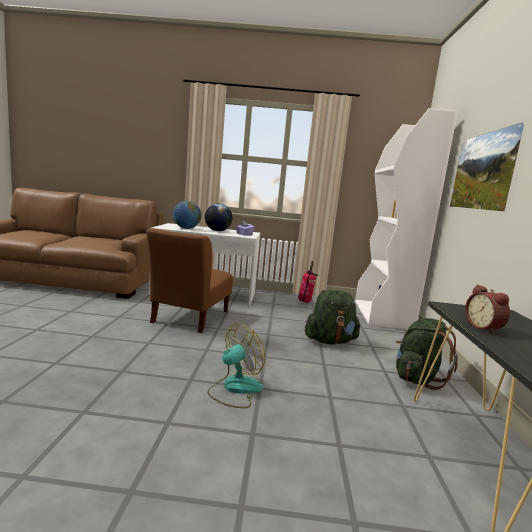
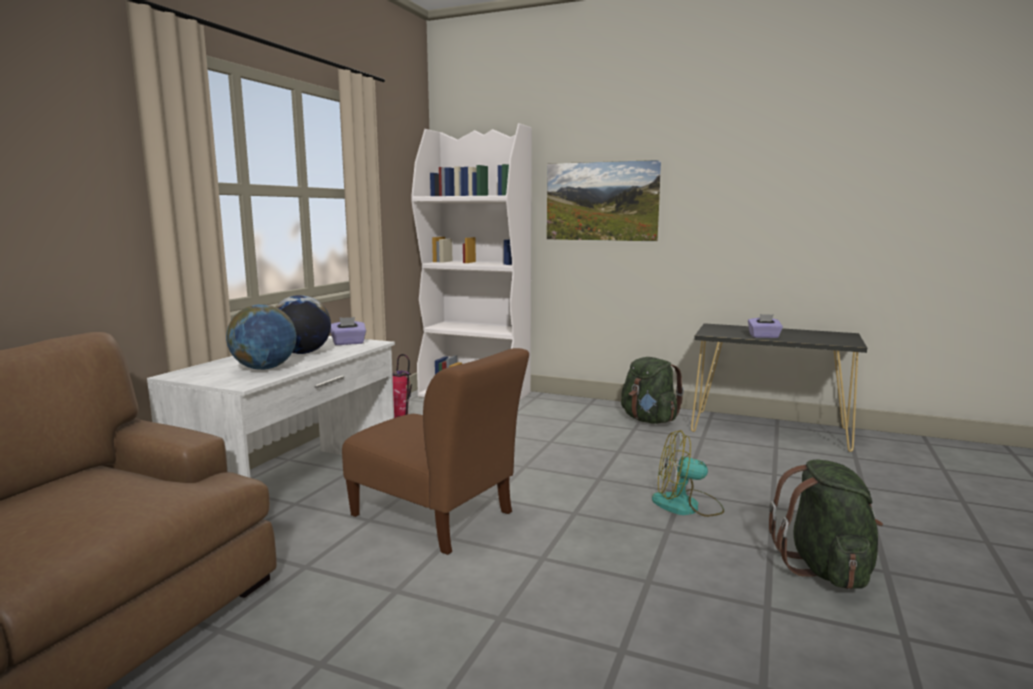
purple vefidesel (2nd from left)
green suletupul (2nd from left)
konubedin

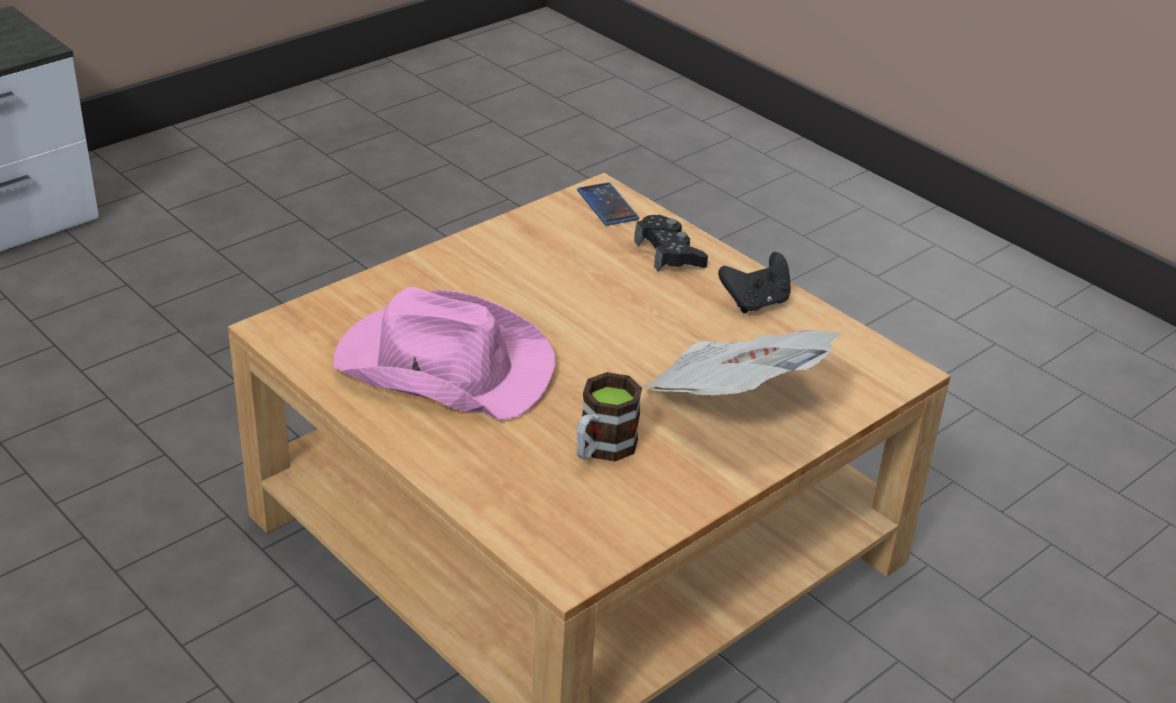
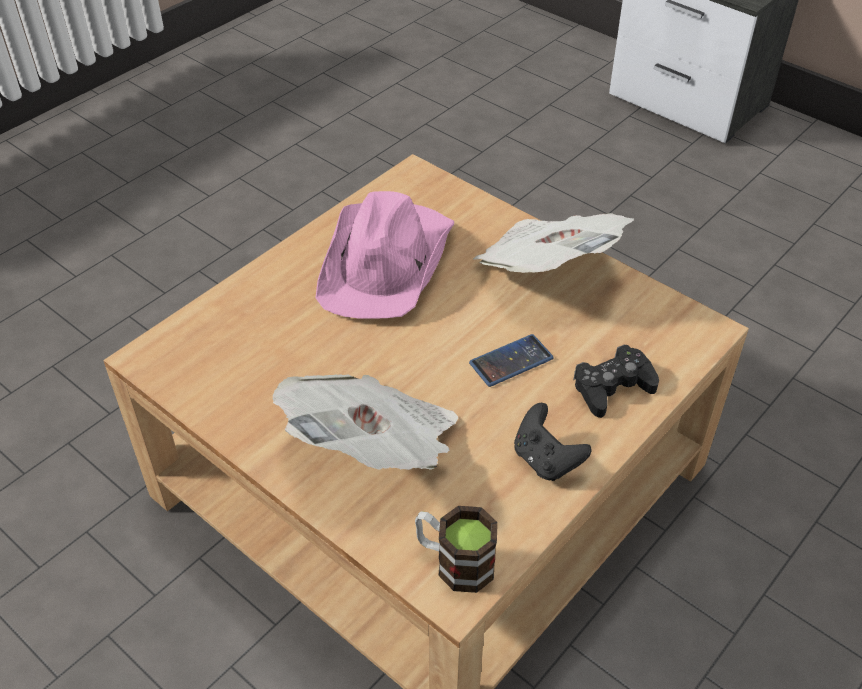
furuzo
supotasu
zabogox (2nd from left)

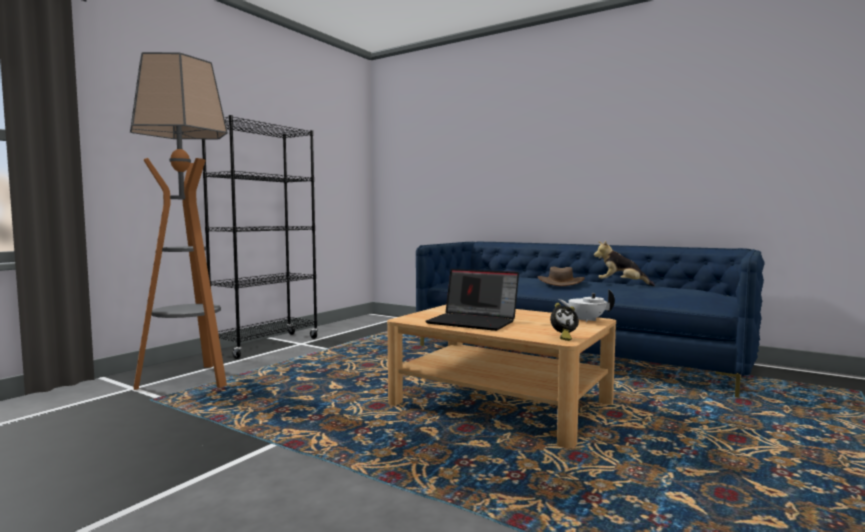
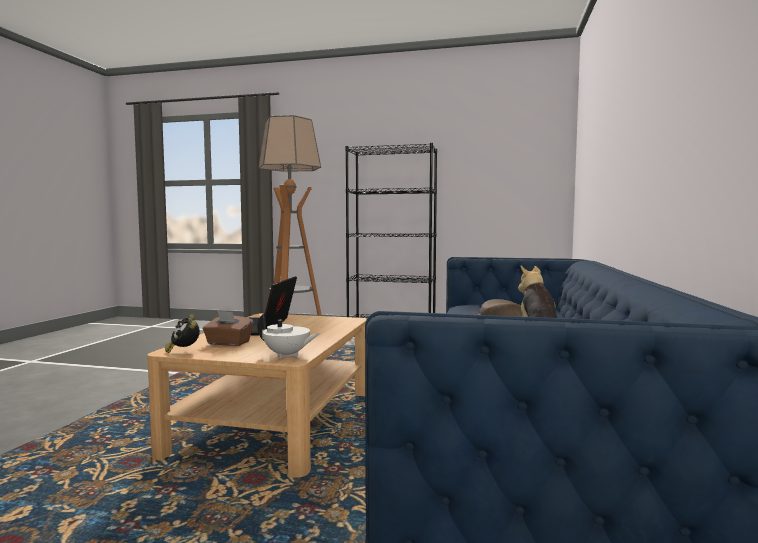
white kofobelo
brown vefidesel

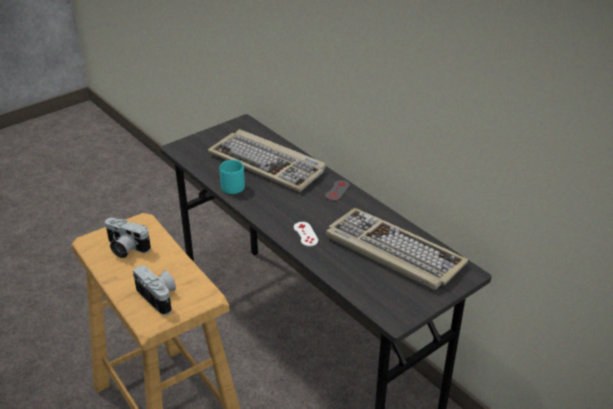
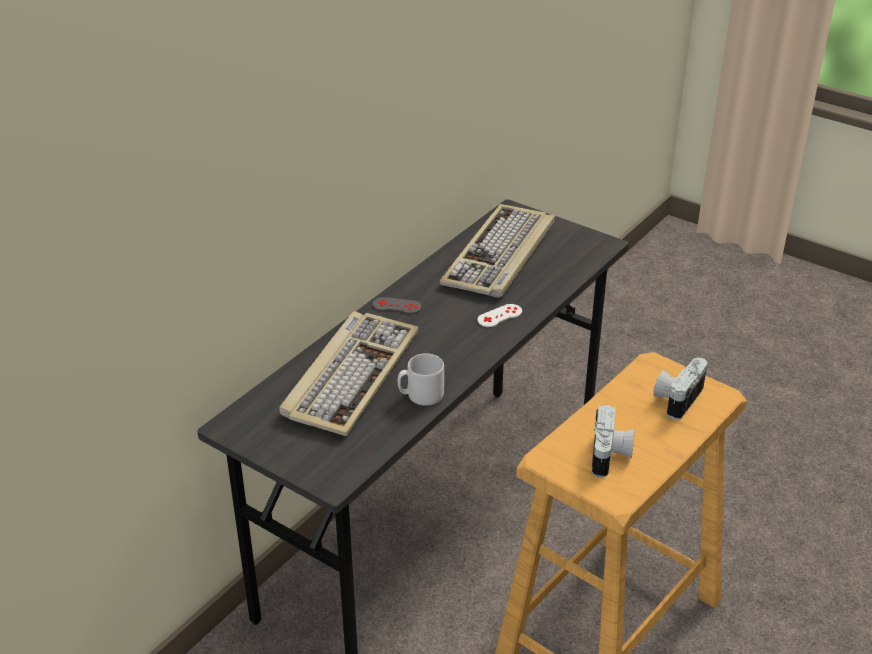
grey supotasu

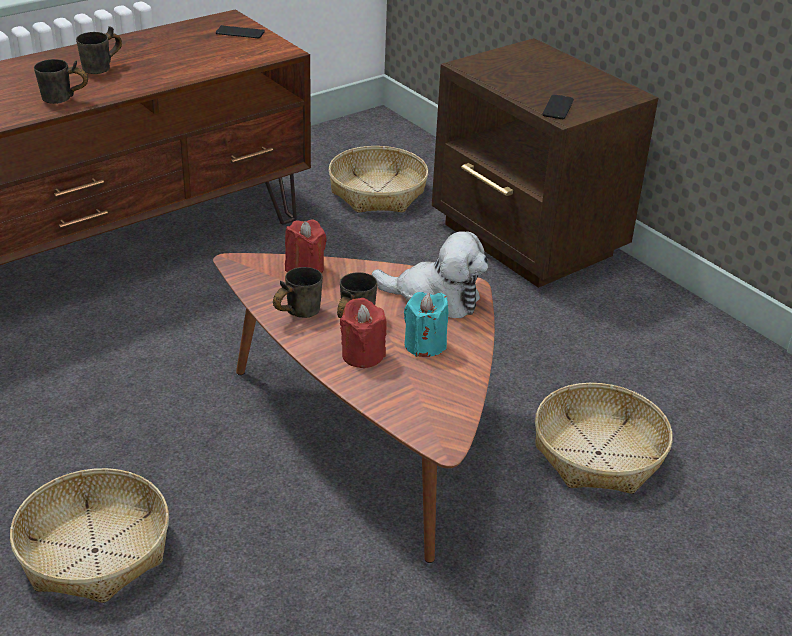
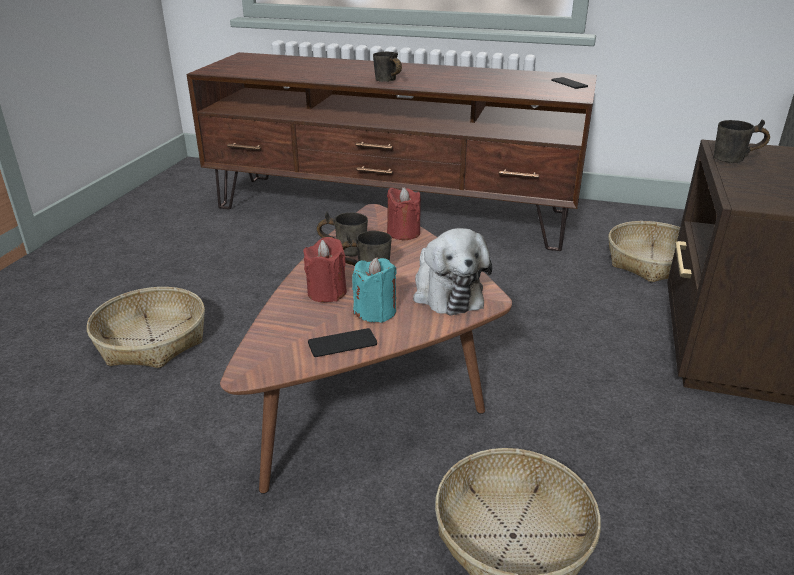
grey supotasu (4th from left)
furuzo (1st from left)

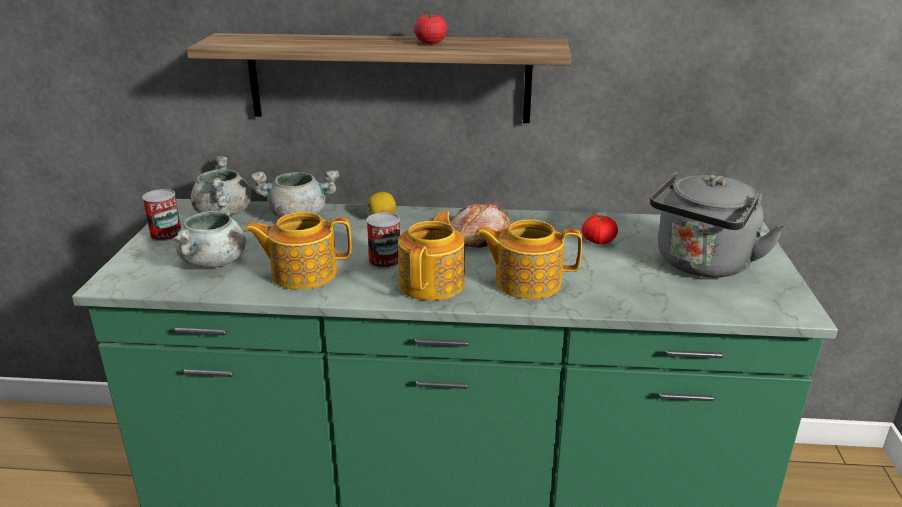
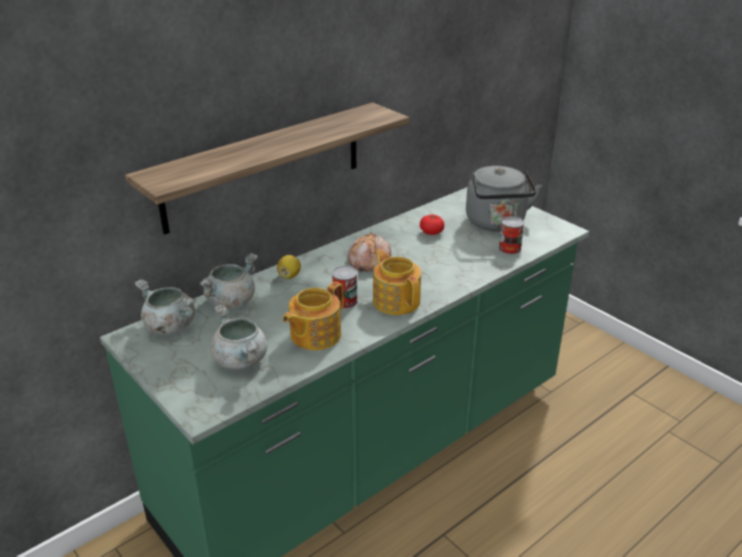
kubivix (1st from left in the first image)
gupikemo (2nd from left)
kofobelo (3rd from left in the first image)

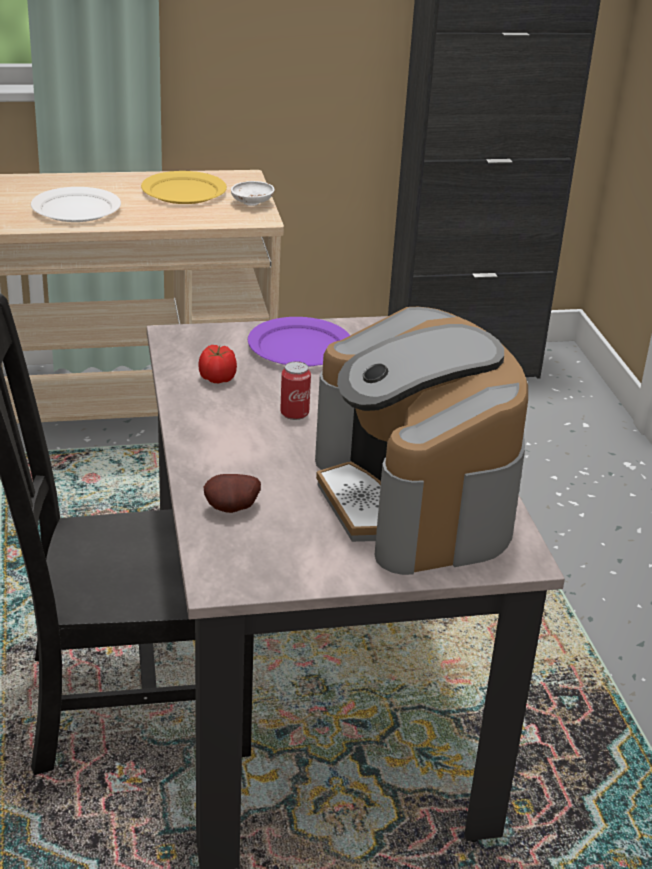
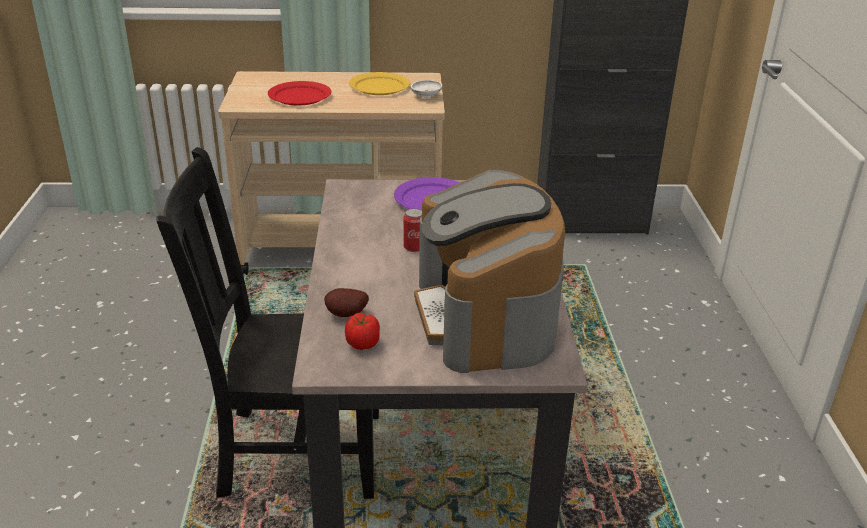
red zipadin
kubivix

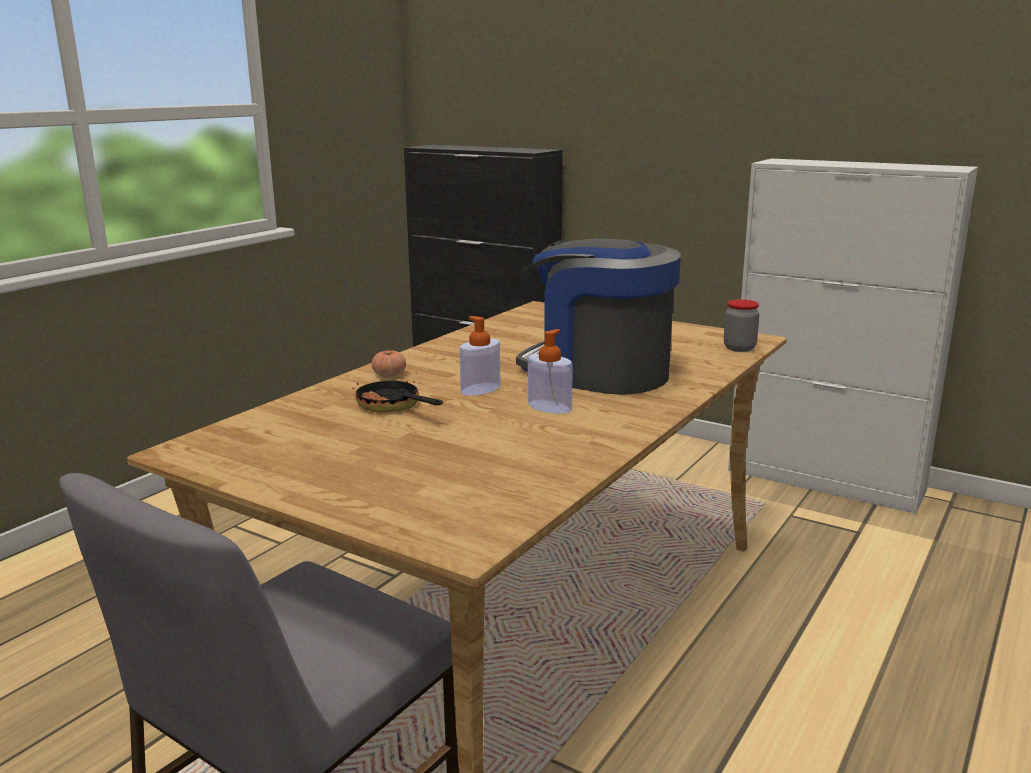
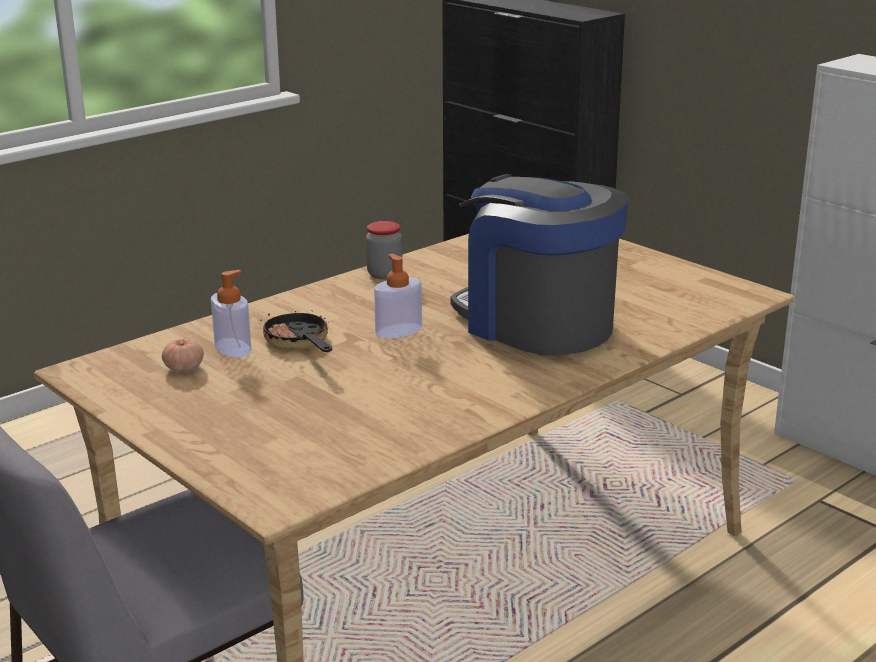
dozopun
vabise (1st from left)
kubivix

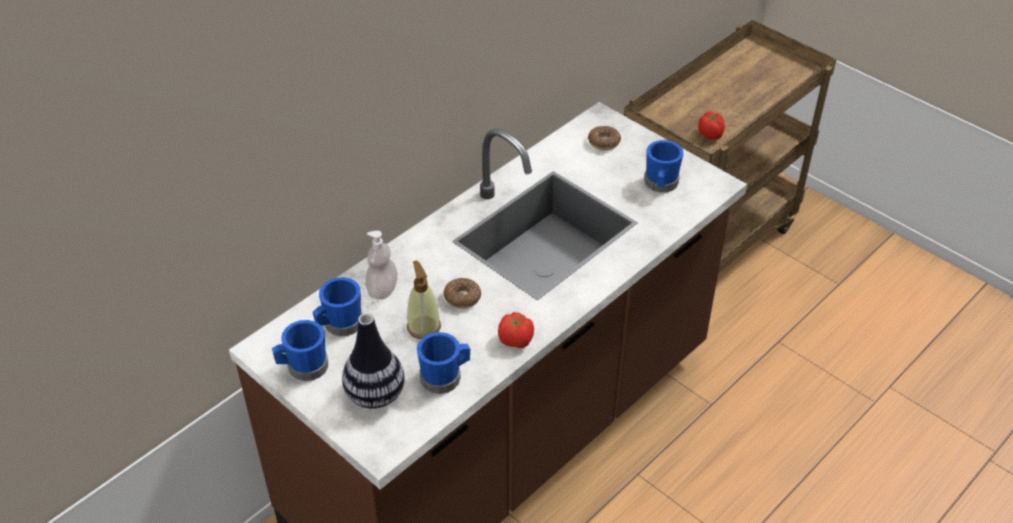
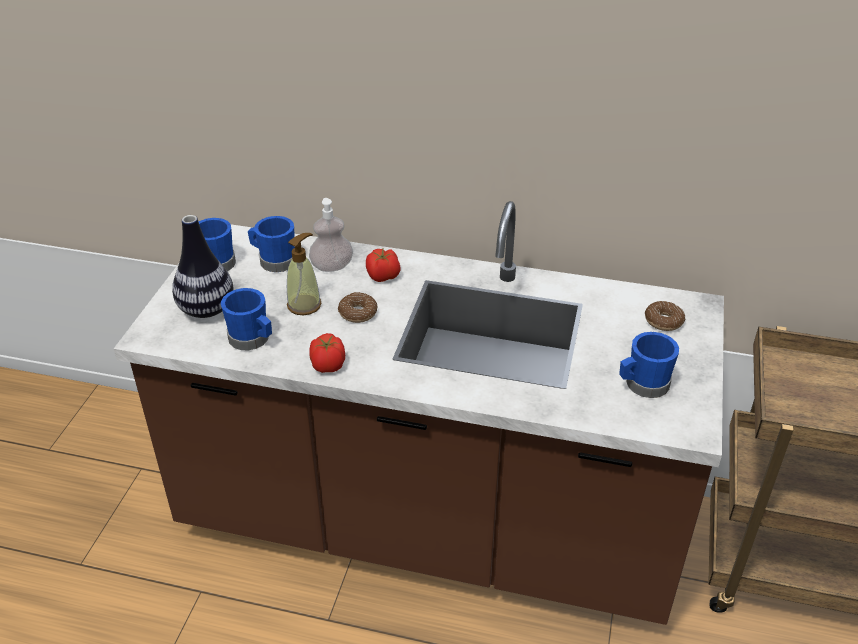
kubivix (2nd from left)

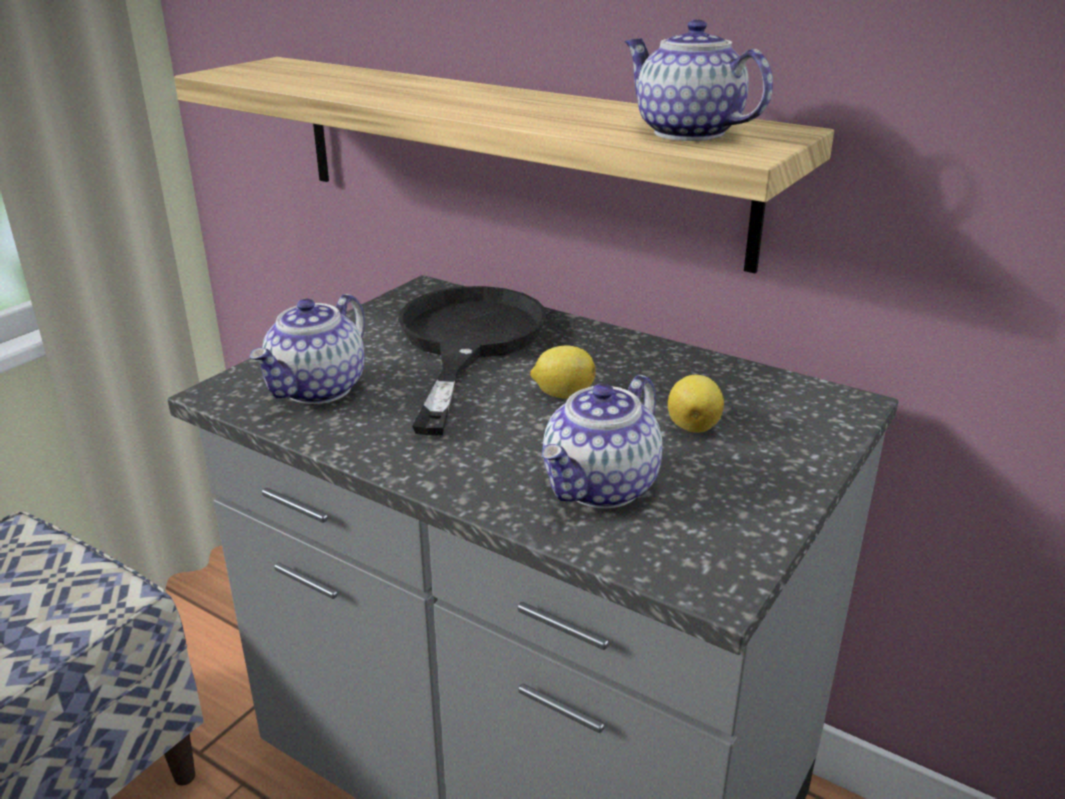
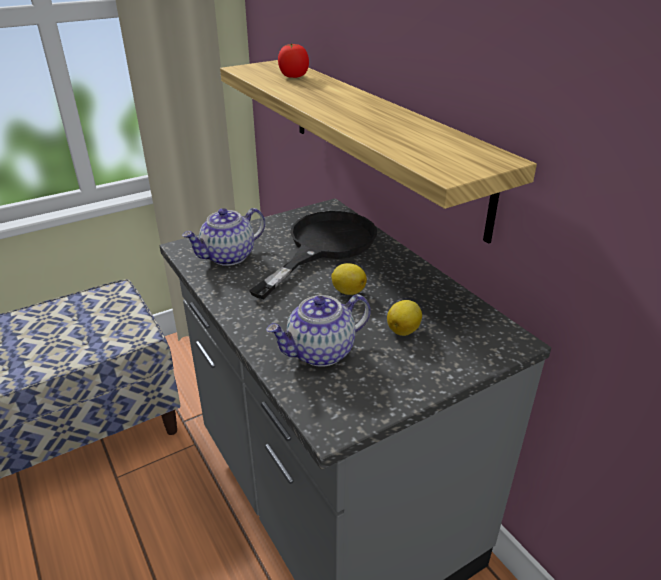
kofobelo (3rd from left in the first image)
kubivix

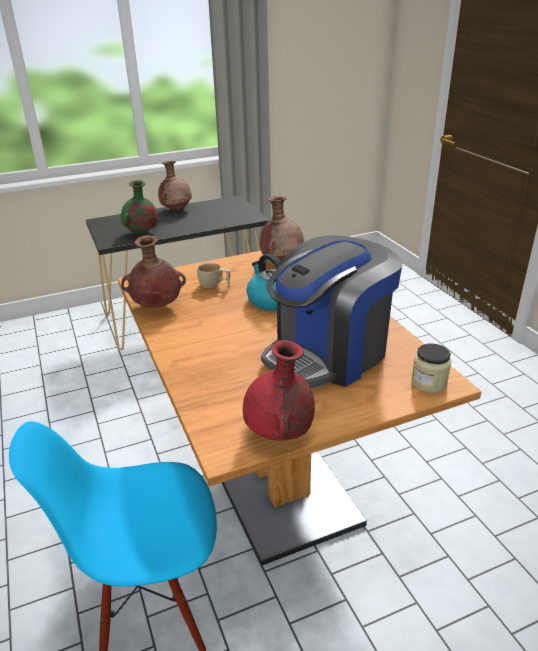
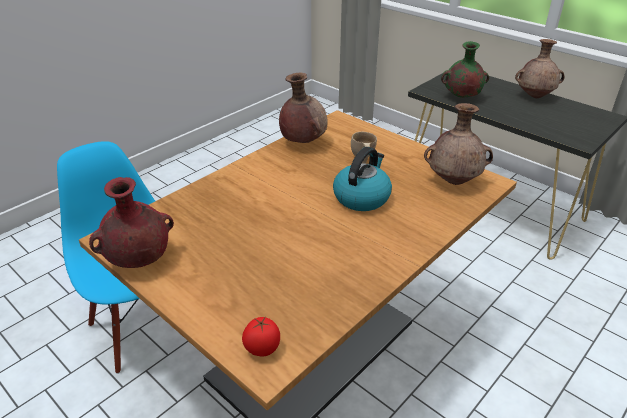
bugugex
kubivix

